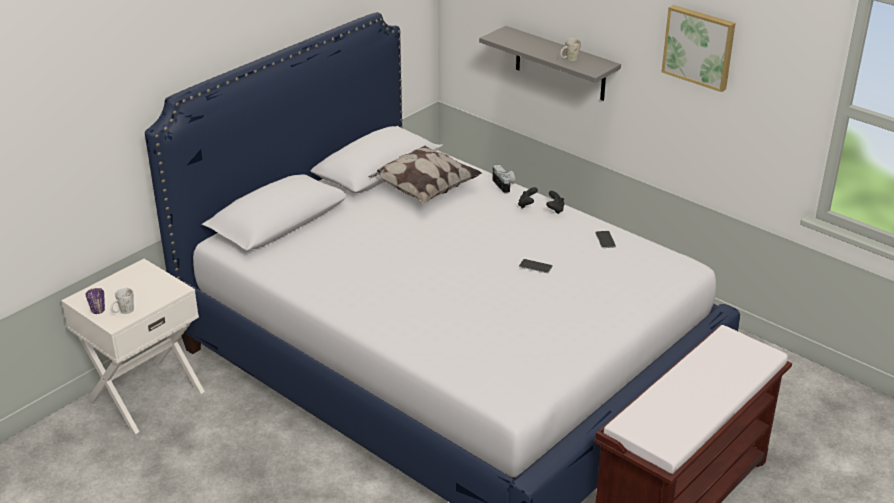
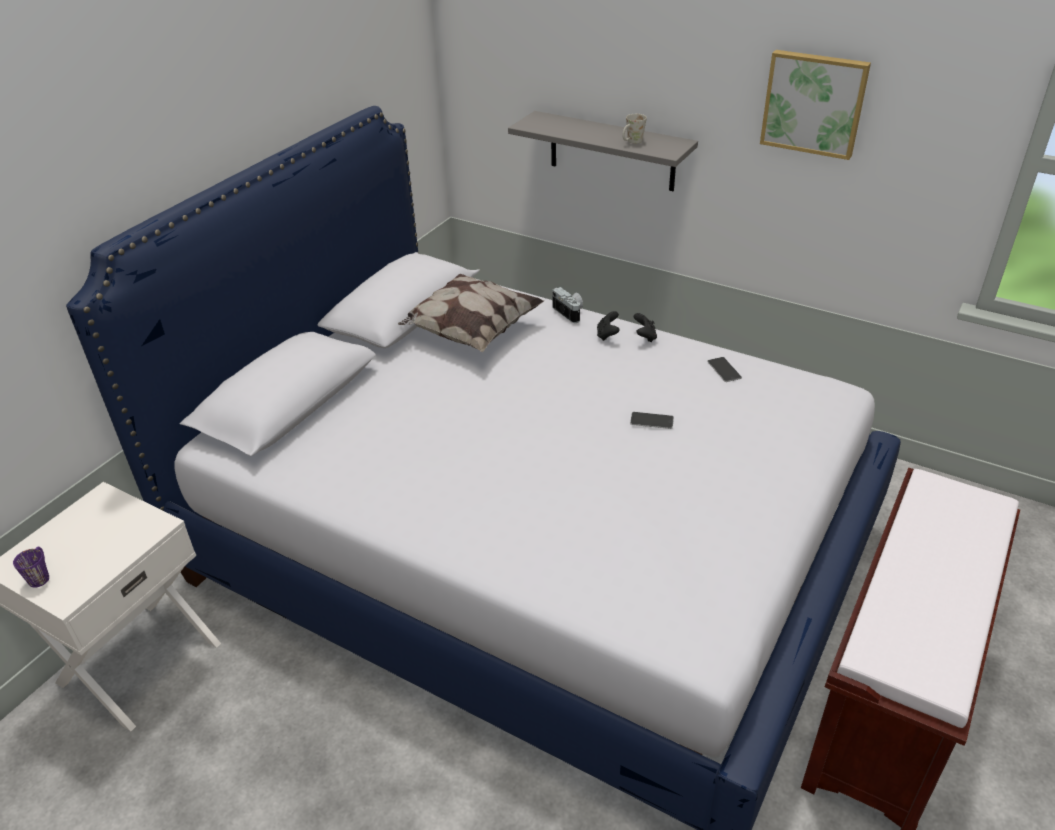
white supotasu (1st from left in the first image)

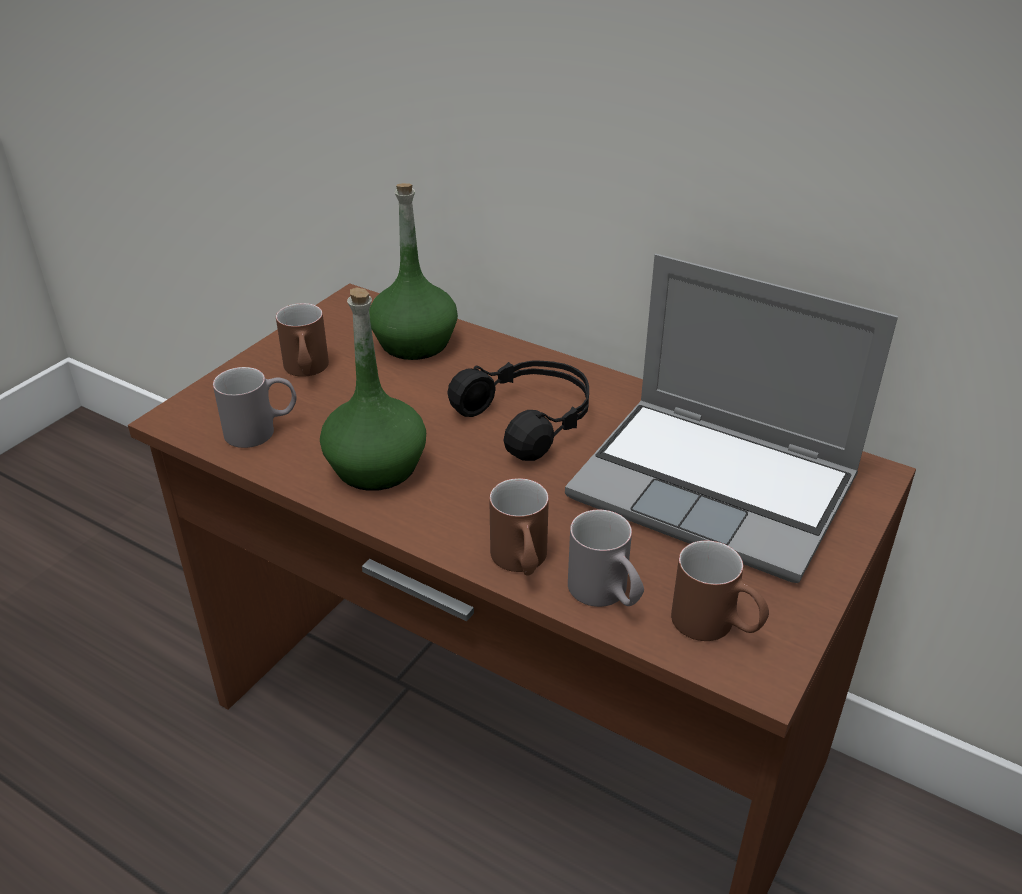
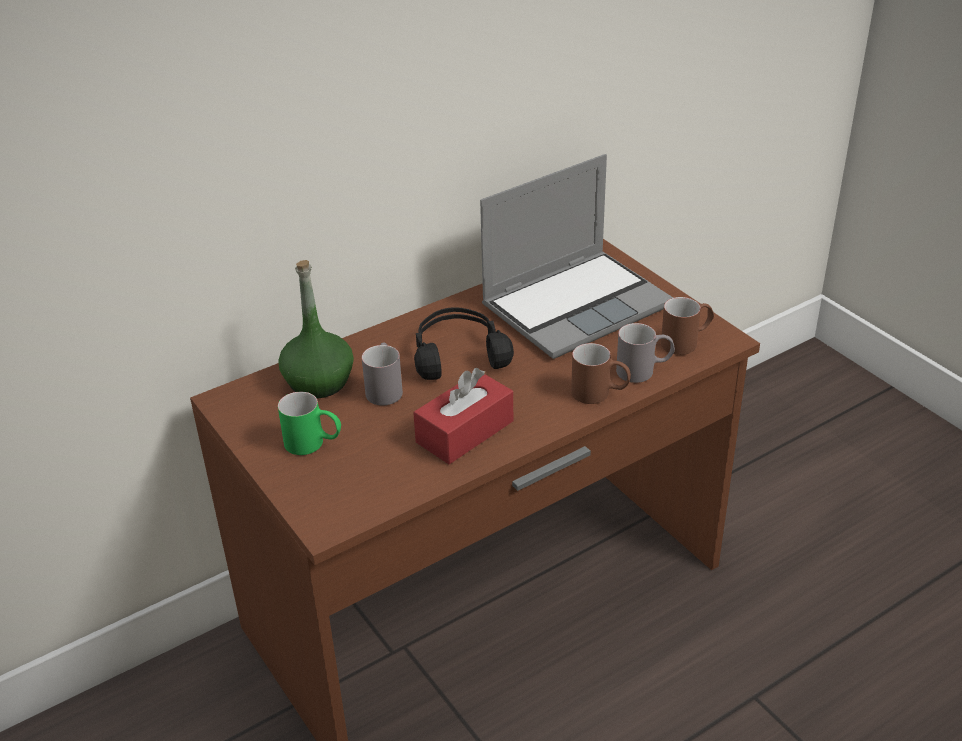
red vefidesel
green supotasu
grey supotasu (1st from left)

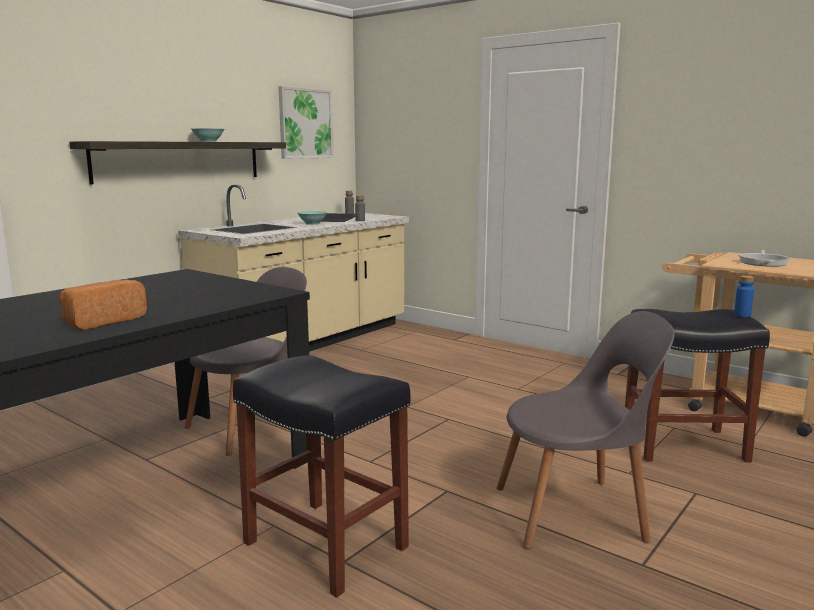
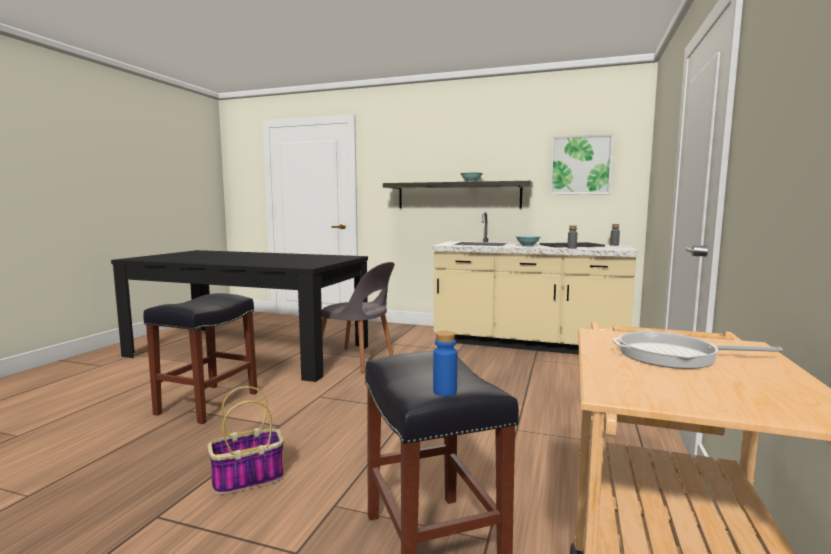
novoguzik
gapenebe

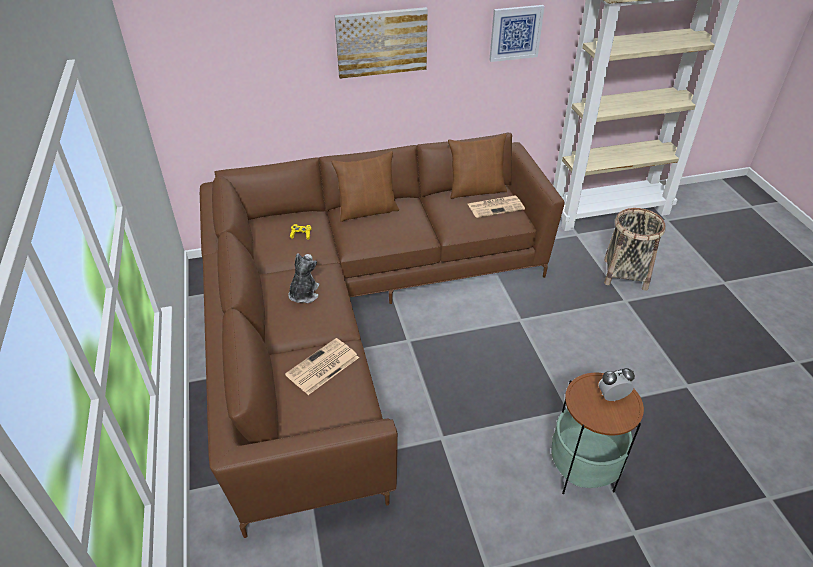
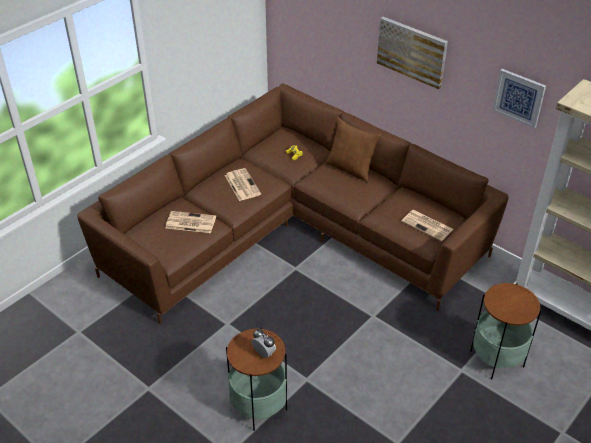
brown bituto (2nd from left in the first image)
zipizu (2nd from left)
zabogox (2nd from left)

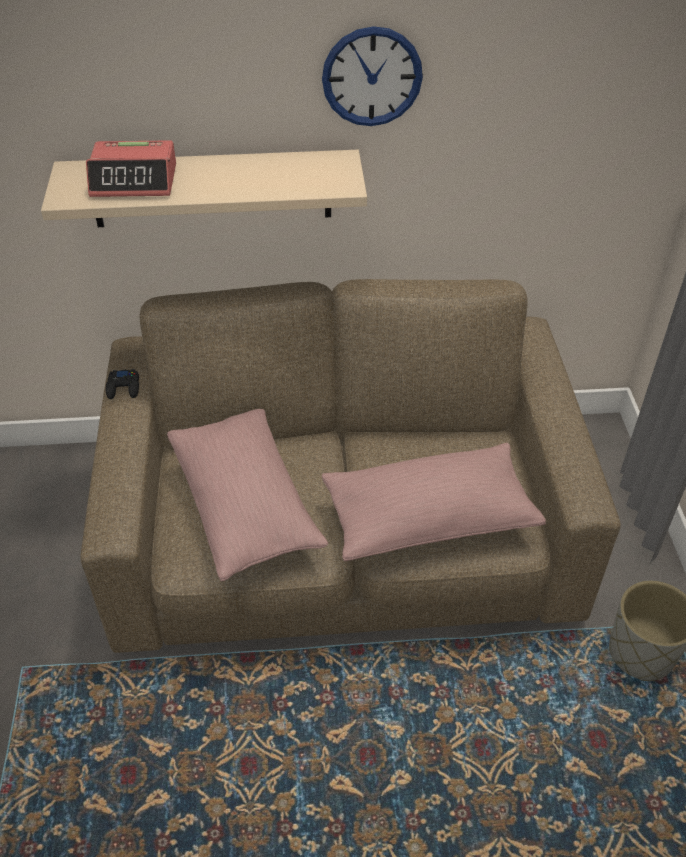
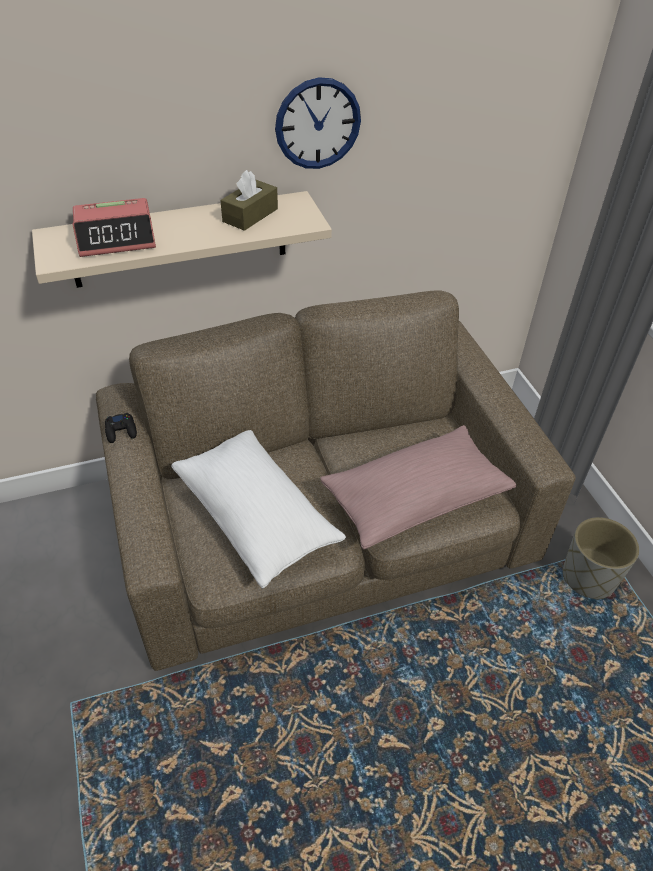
white bituto
brown vefidesel

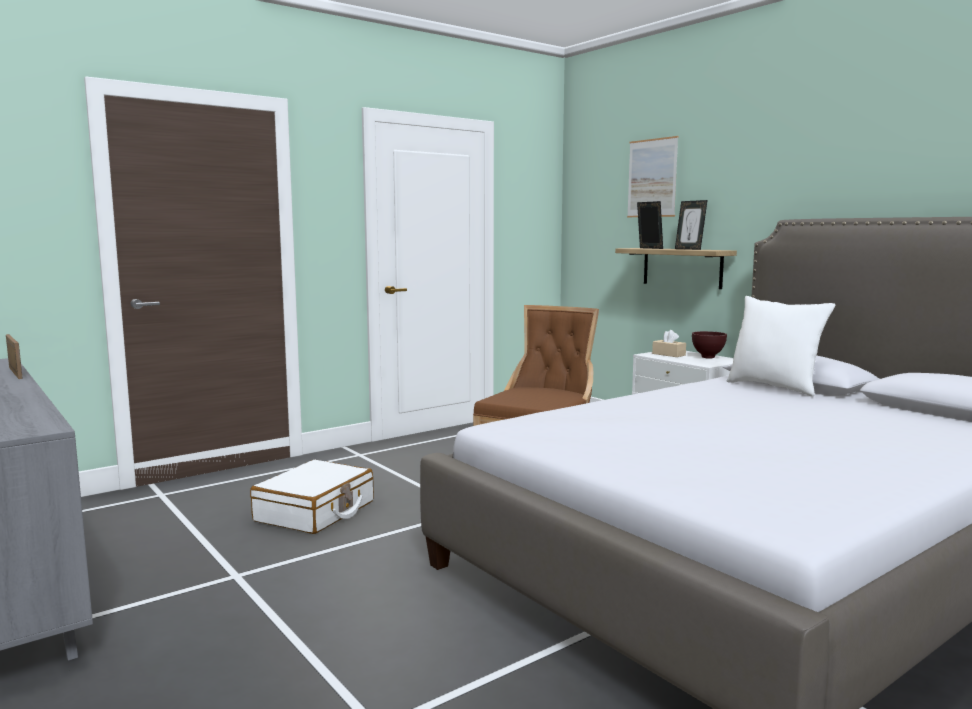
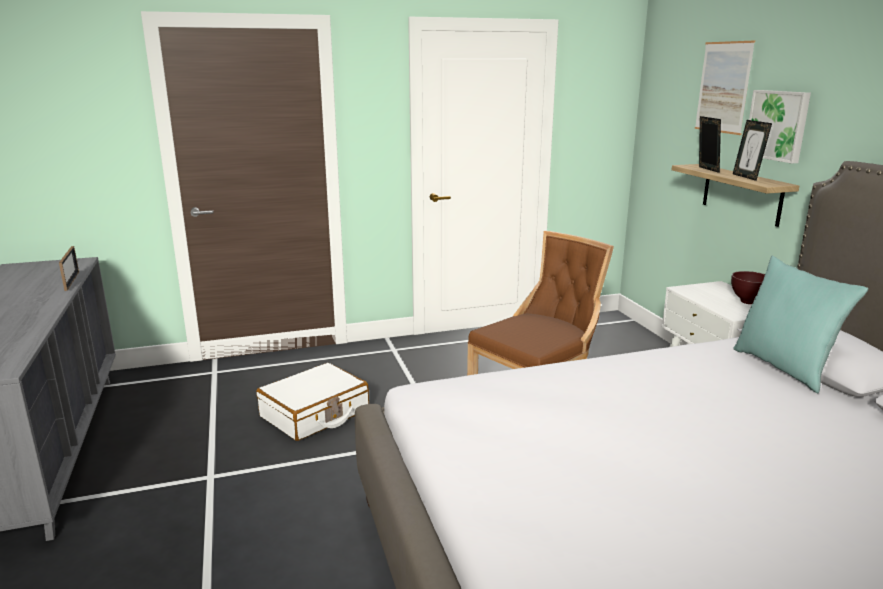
turquoise bituto
beige vefidesel
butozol (2nd from left)

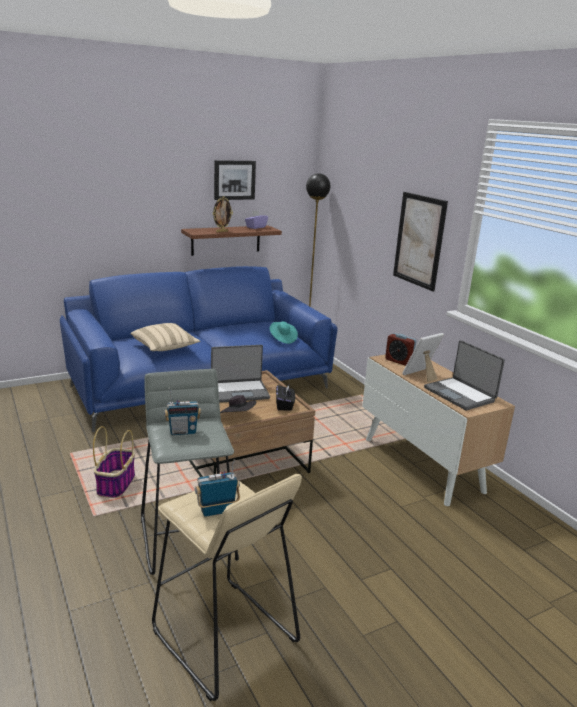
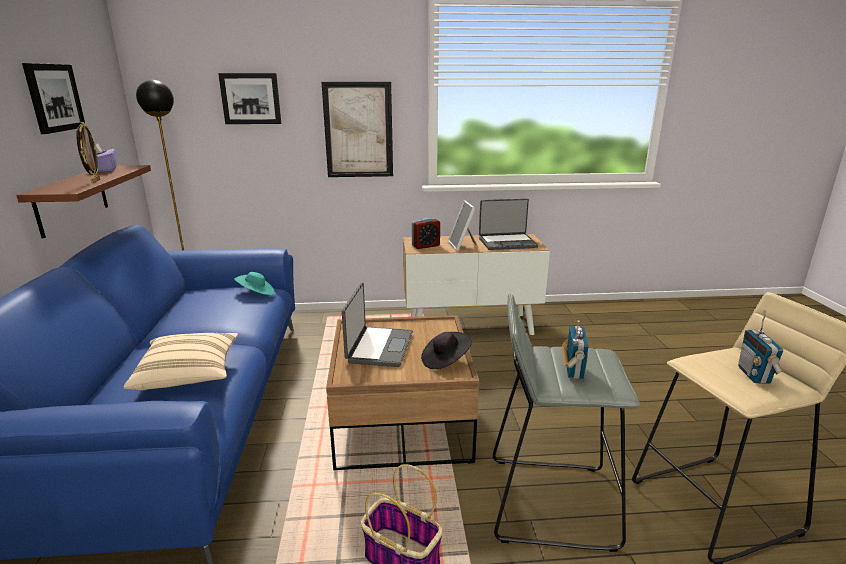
black vefidesel
butozol (2nd from left)

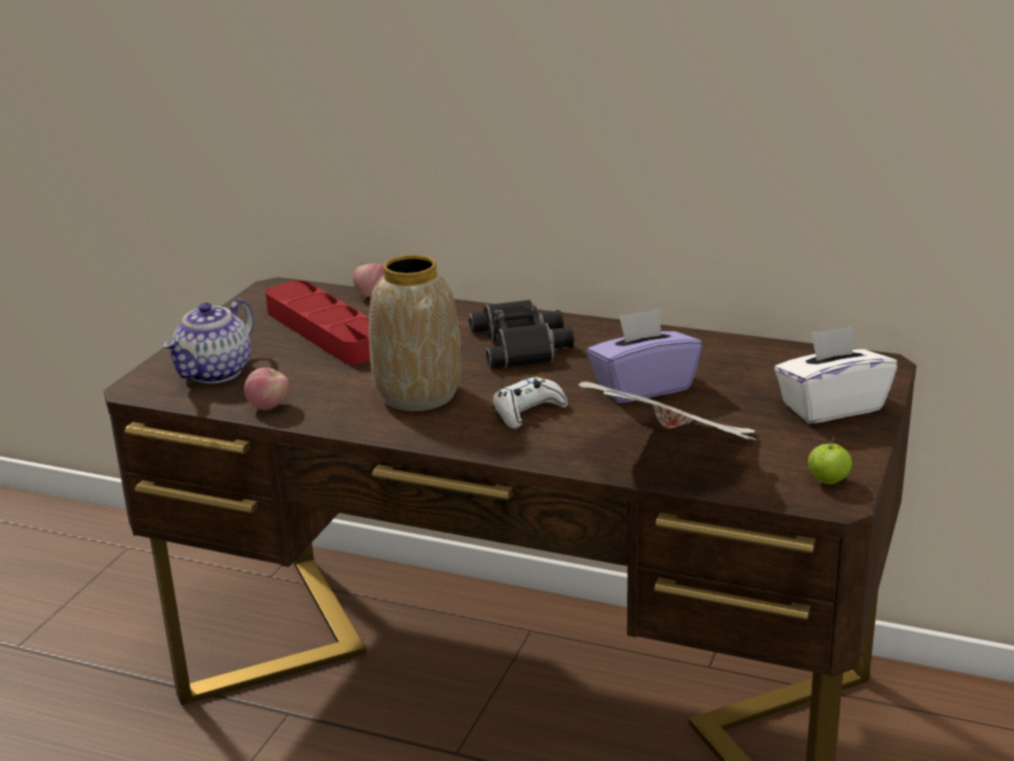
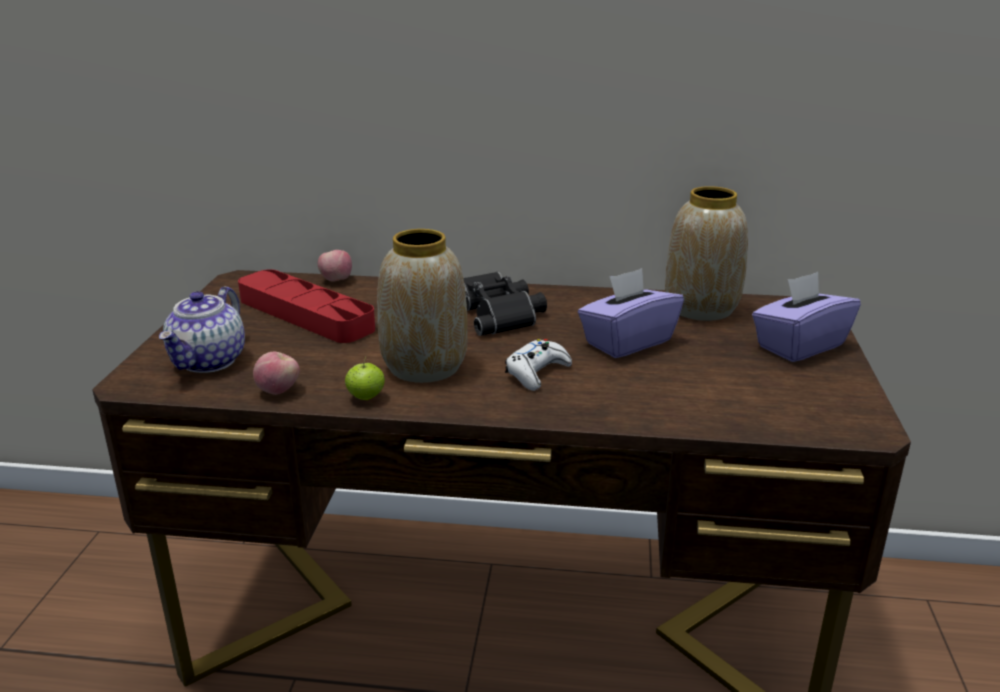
purple vefidesel (2nd from left)
zabogox
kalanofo (3rd from left)
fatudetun (2nd from left)

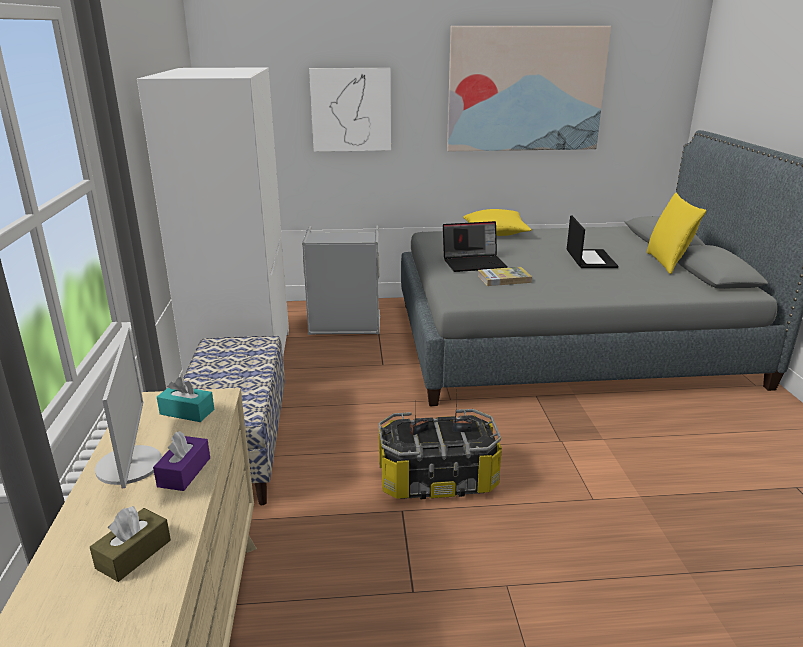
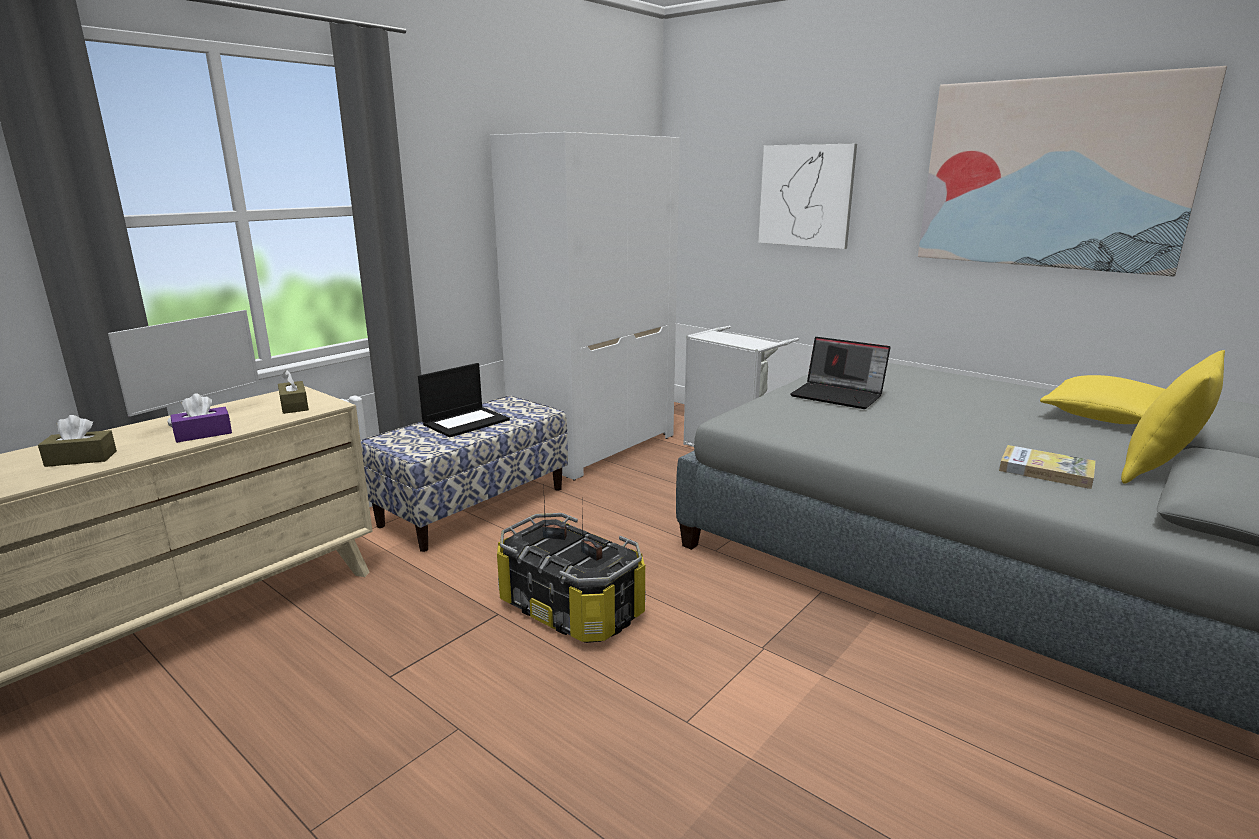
yellow bituto (1st from left)
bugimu (1st from left)
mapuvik
brown vefidesel (2nd from left)

